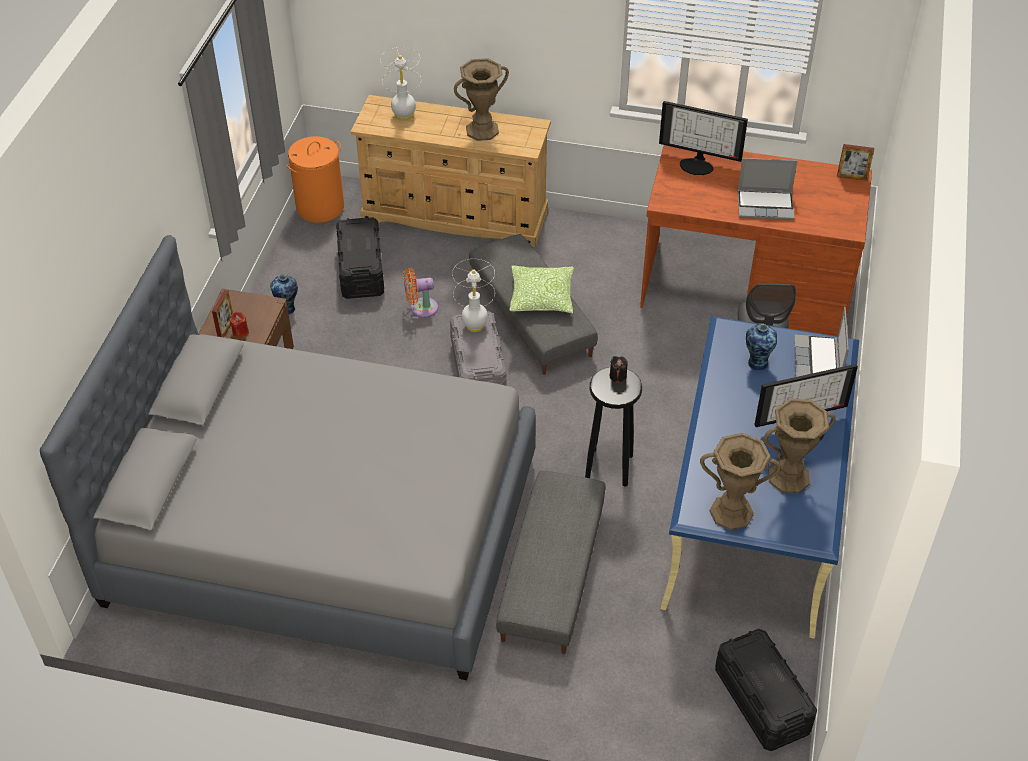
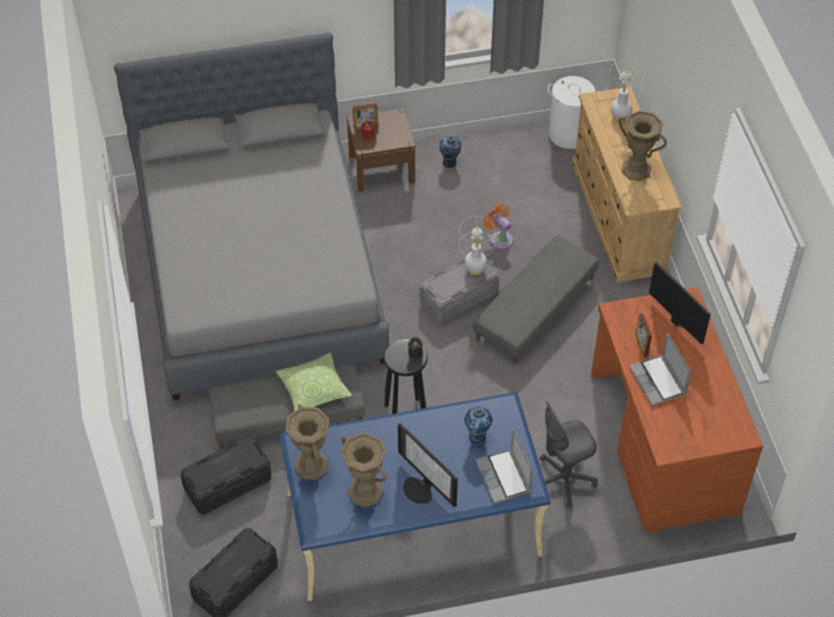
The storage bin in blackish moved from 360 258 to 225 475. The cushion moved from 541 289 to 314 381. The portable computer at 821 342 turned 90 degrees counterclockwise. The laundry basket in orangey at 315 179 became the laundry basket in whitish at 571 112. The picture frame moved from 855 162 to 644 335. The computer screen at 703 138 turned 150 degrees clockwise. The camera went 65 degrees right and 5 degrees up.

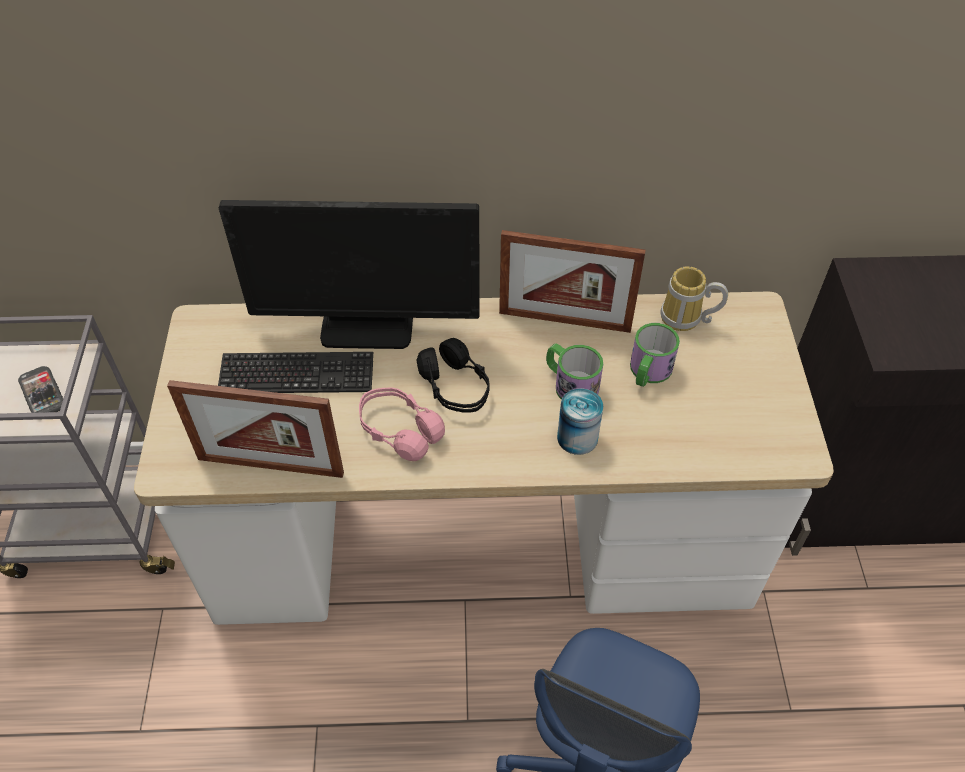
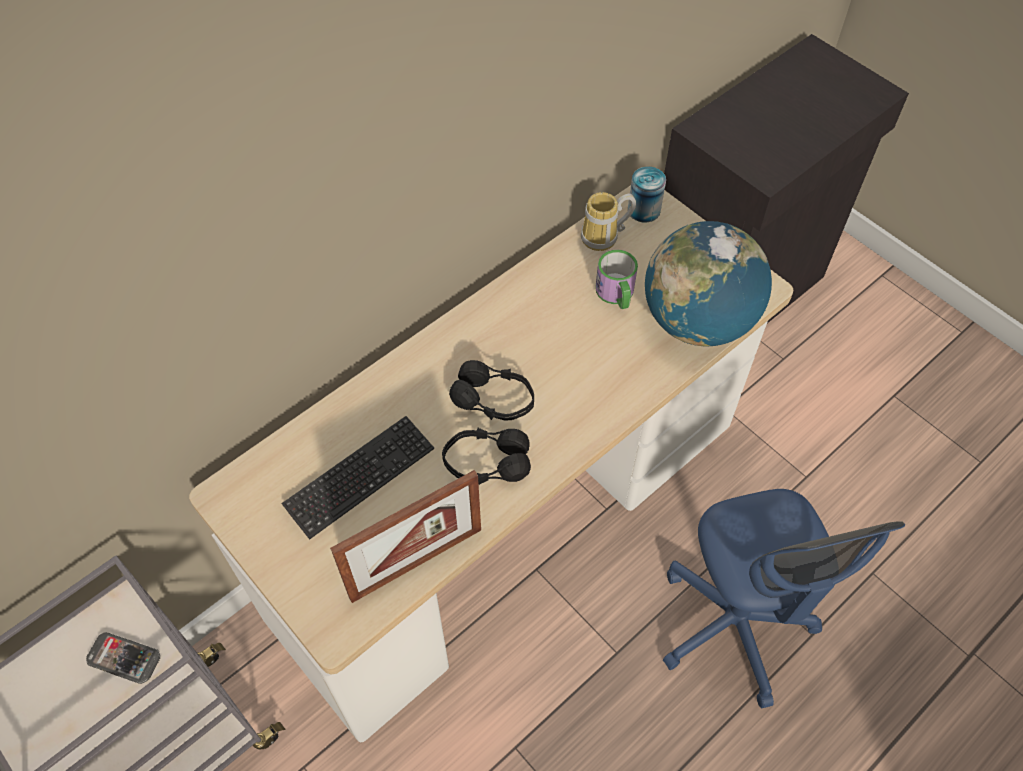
The headphones in pinkish at 402 424 became the headphones in blackish at 486 456. The sealed can moved from 580 421 to 647 194. The globe at 708 283 appeared. The computer screen at 349 274 disappeared. The picture frame at 572 281 disappeared. The mug at 574 371 disappeared. The camera went 40 degrees left and 5 degrees up.

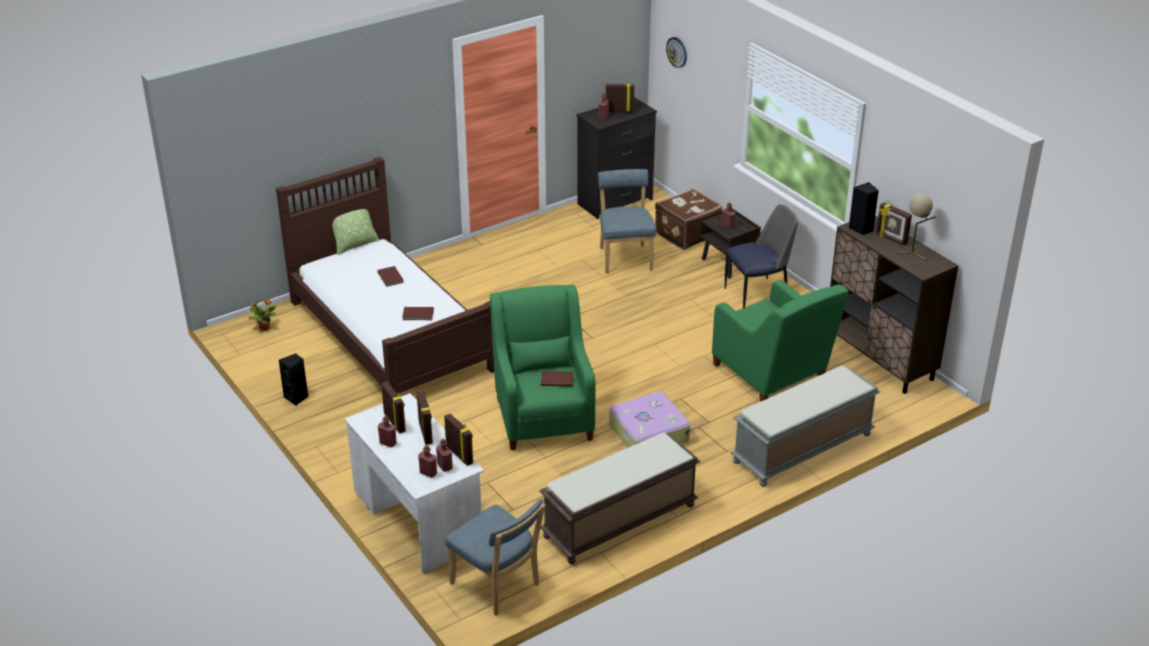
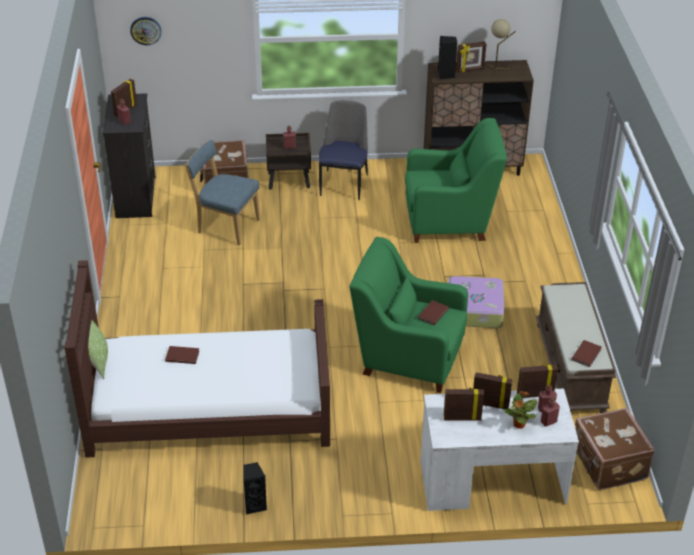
The plant in a pot moved from 262 315 to 520 410. The volume in brownish moved from 418 313 to 586 353. The upright chair in blue-coloured at 495 557 was replaced by the travel case in brownish at 615 449. The beverage bottle in red-coloured at 387 431 disappeared. The long seat in gray at 805 426 disappeared. The camera went 60 degrees left and 5 degrees up.

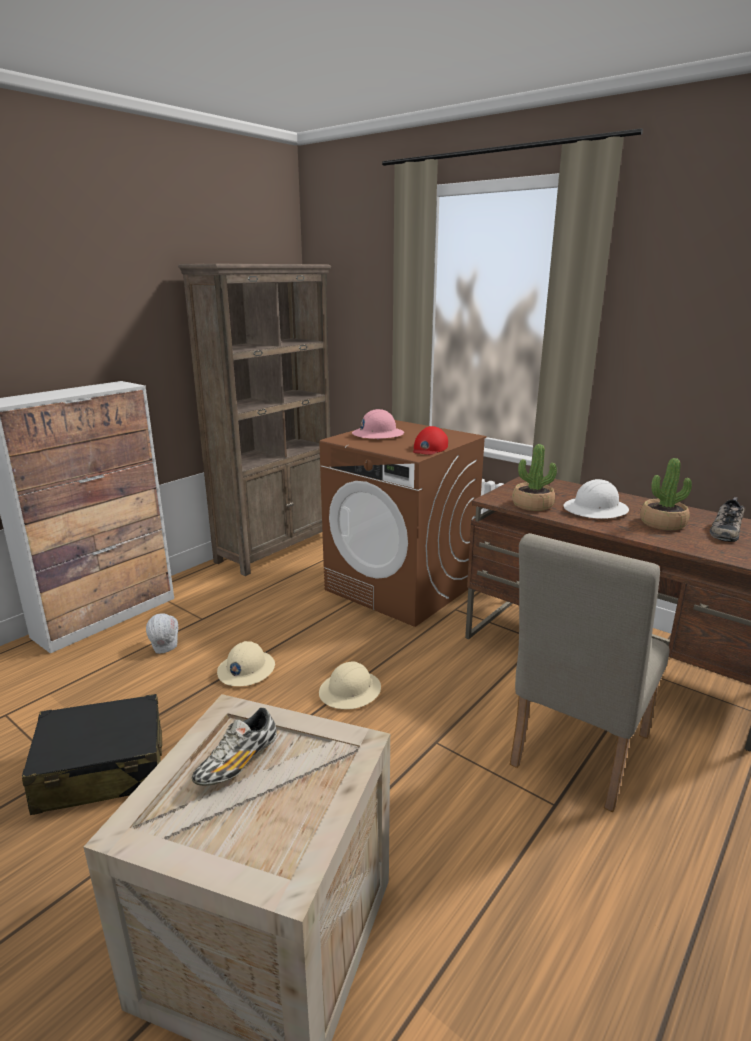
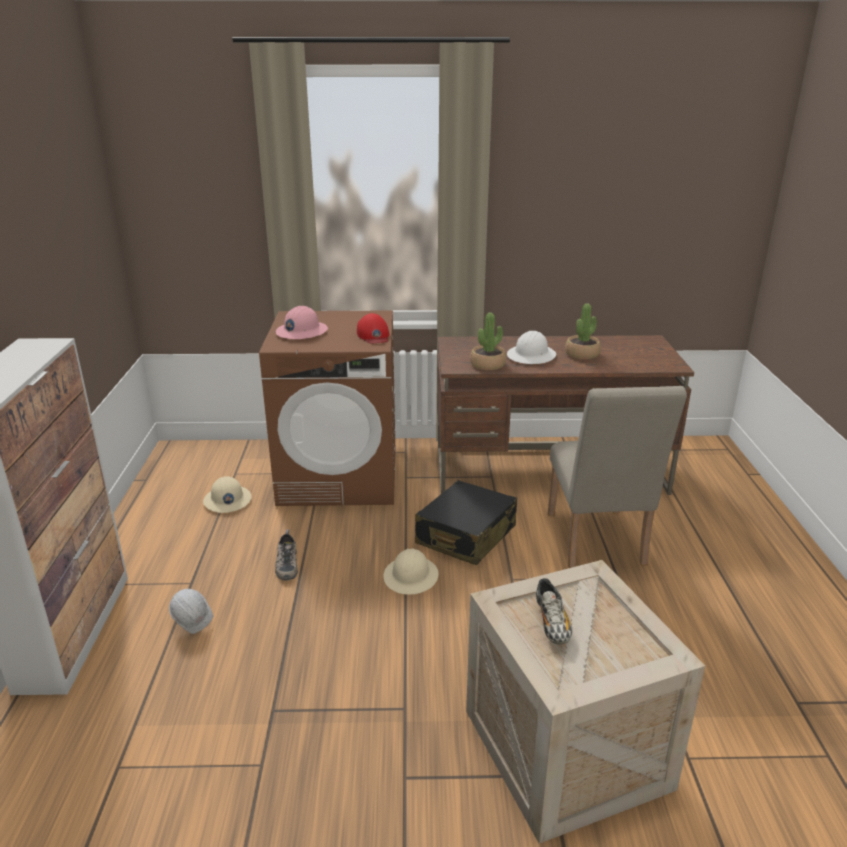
The safety helmet in sand-coloured moved from 246 663 to 227 494. The shoe moved from 727 519 to 286 555. The travel case in blackish moved from 92 754 to 466 522. The shelving unit in brownish at 254 420 disappeared. The camera went 40 degrees left and 5 degrees up.

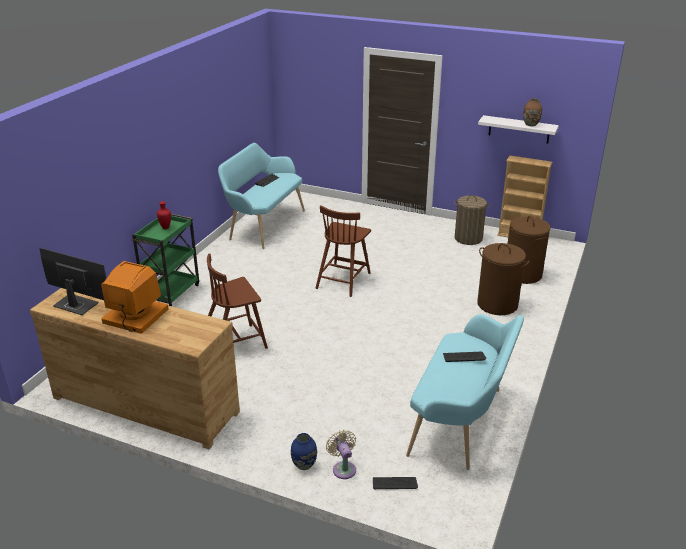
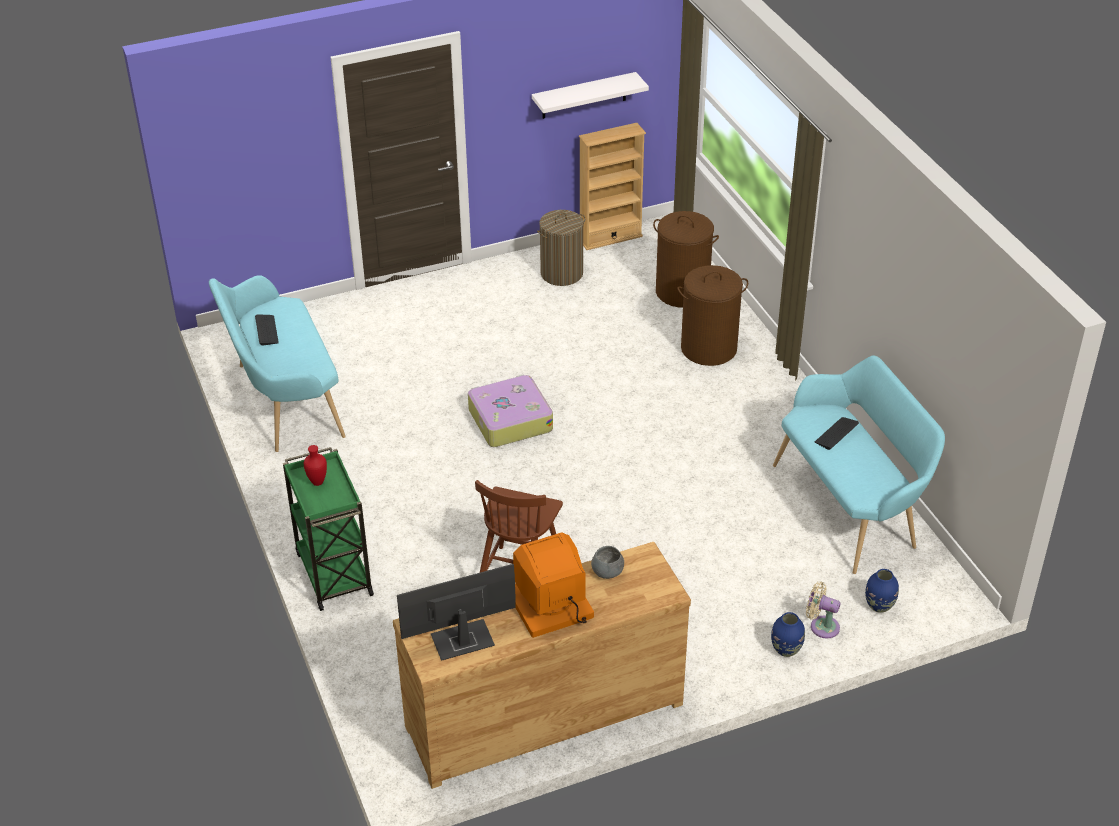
The upright chair in brownish at 343 251 was replaced by the travel case at 510 411. The bowl in gray at 607 562 appeared. The PC keyboard at 395 483 was replaced by the flower vase in blue-coloured at 882 591. The flower vase in brownish at 532 112 disappeared. The camera went 45 degrees left and 10 degrees up.

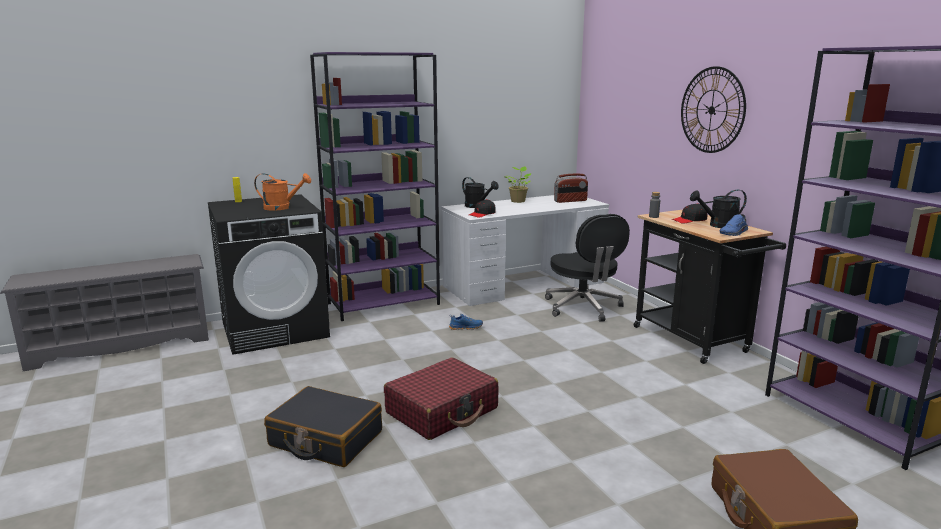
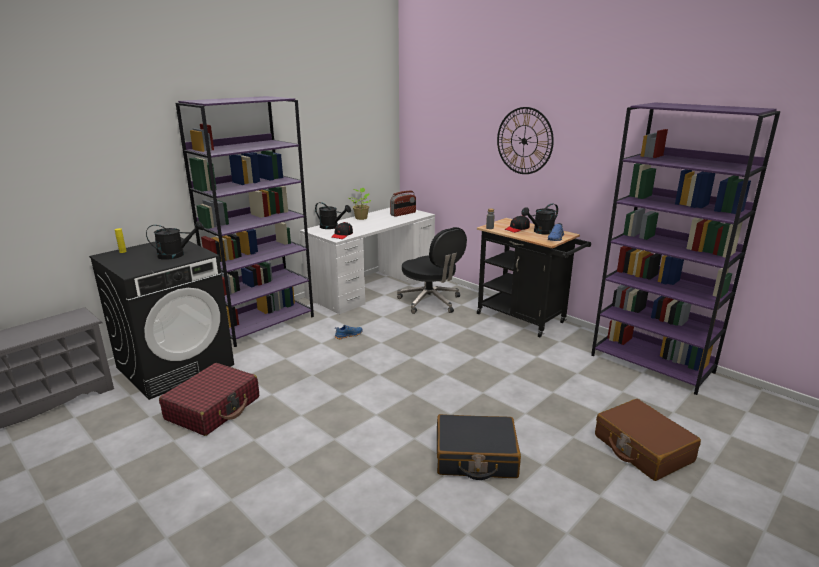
The sprinkling can in orangey at 282 192 became the sprinkling can in blackish at 175 240. The travel case in red-coloured moved from 441 399 to 209 399. The travel case in blackish moved from 323 426 to 479 447. The camera went 20 degrees left and 5 degrees up.

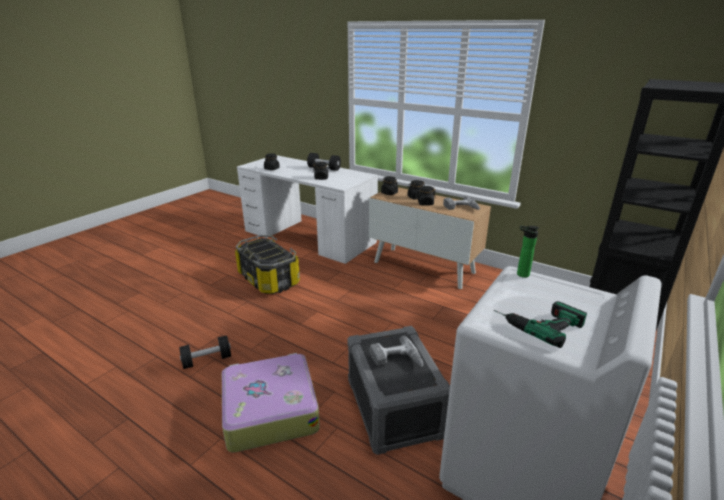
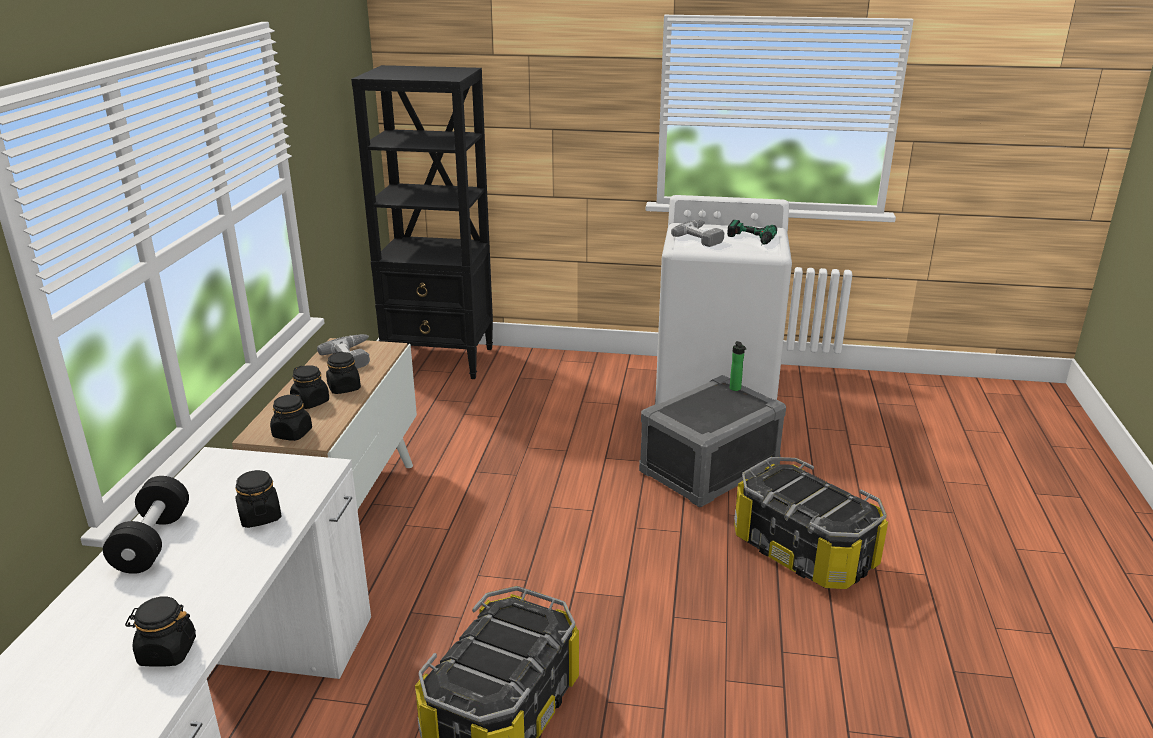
The drill moved from 396 351 to 698 233. The beverage bottle moved from 528 251 to 738 366. The travel case at 271 403 was replaced by the storage bin at 811 523. The hand weight in blackish at 205 352 disappeared. The camera went 115 degrees left and 0 degrees up.

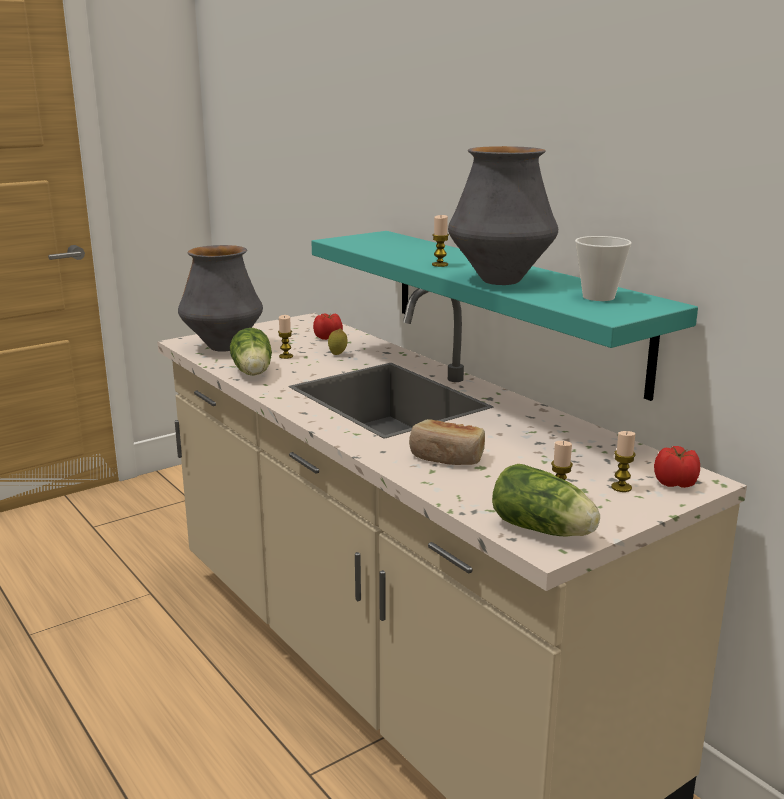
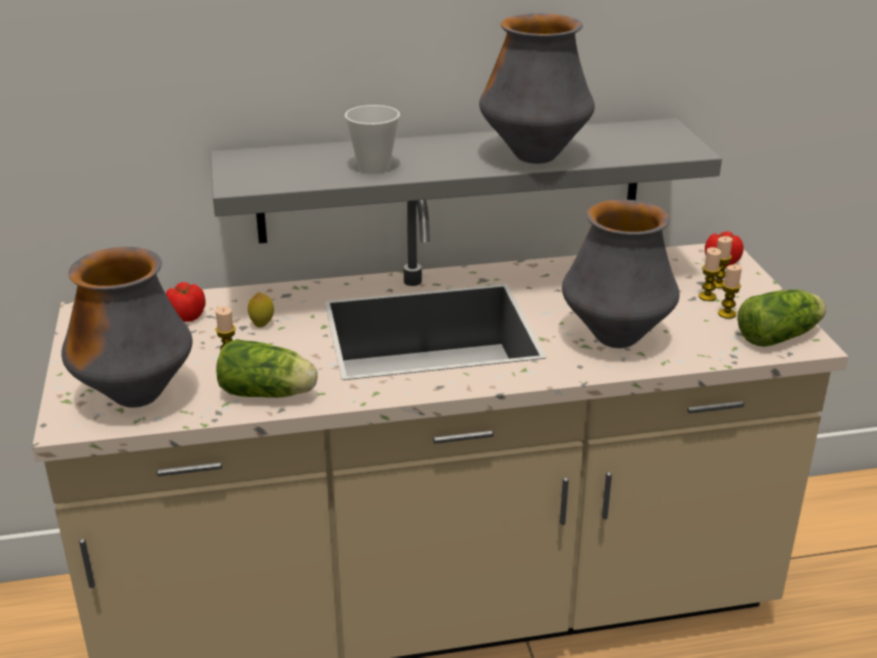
The shelf in blue-green at 504 316 became the shelf in gray at 466 180. The drinking cup moved from 603 268 to 372 139. The bread at 447 442 was replaced by the flower vase at 621 274. The candle moved from 440 241 to 710 274. The camera went 65 degrees left and 10 degrees up.

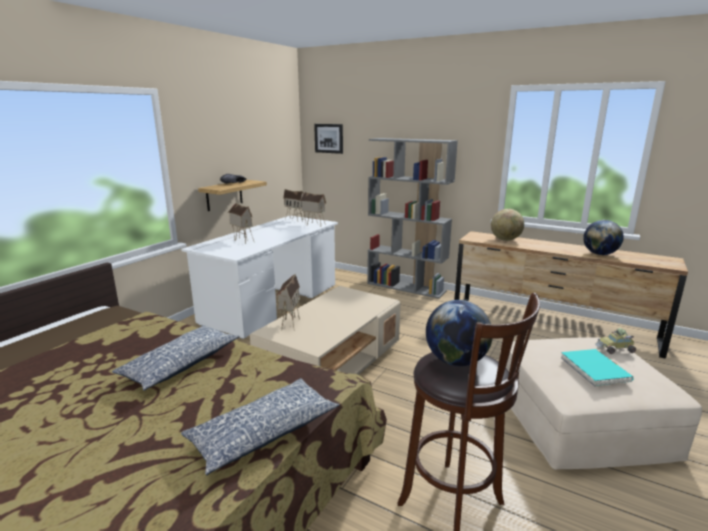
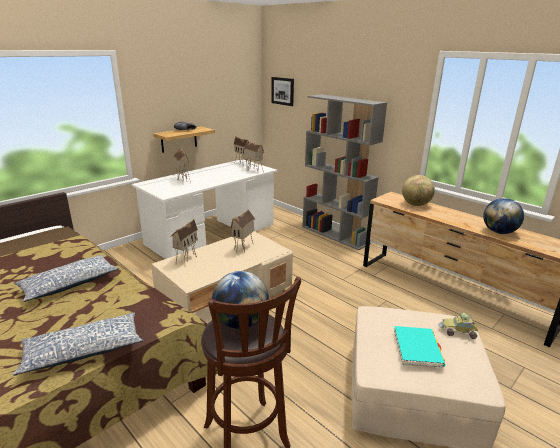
The miniature house at 242 230 appeared. The camera went 15 degrees right and 5 degrees up.

